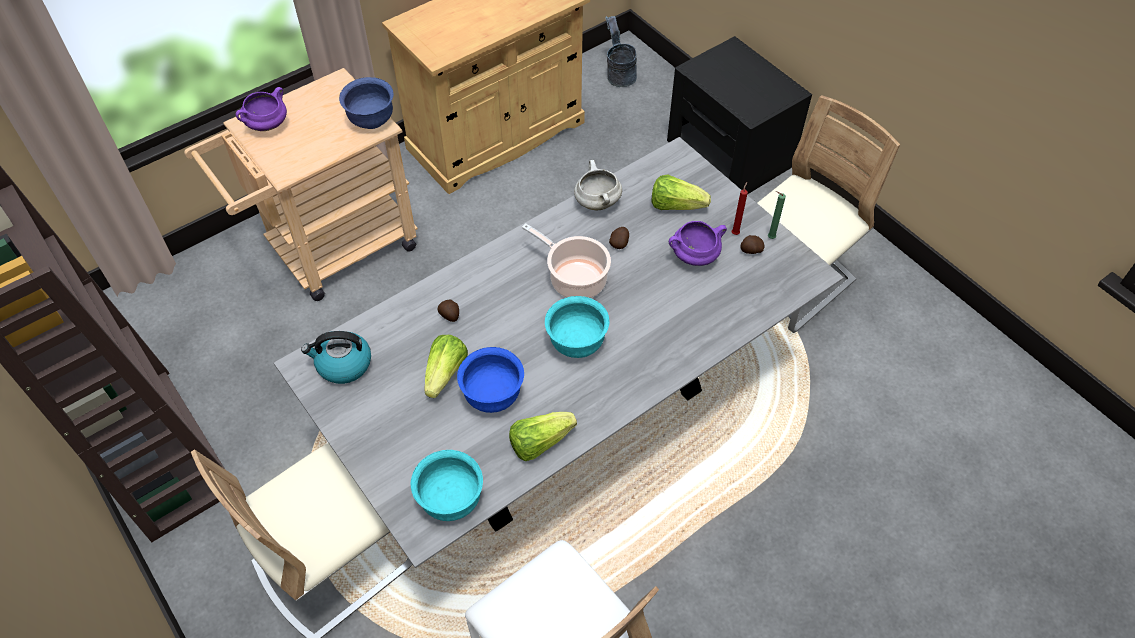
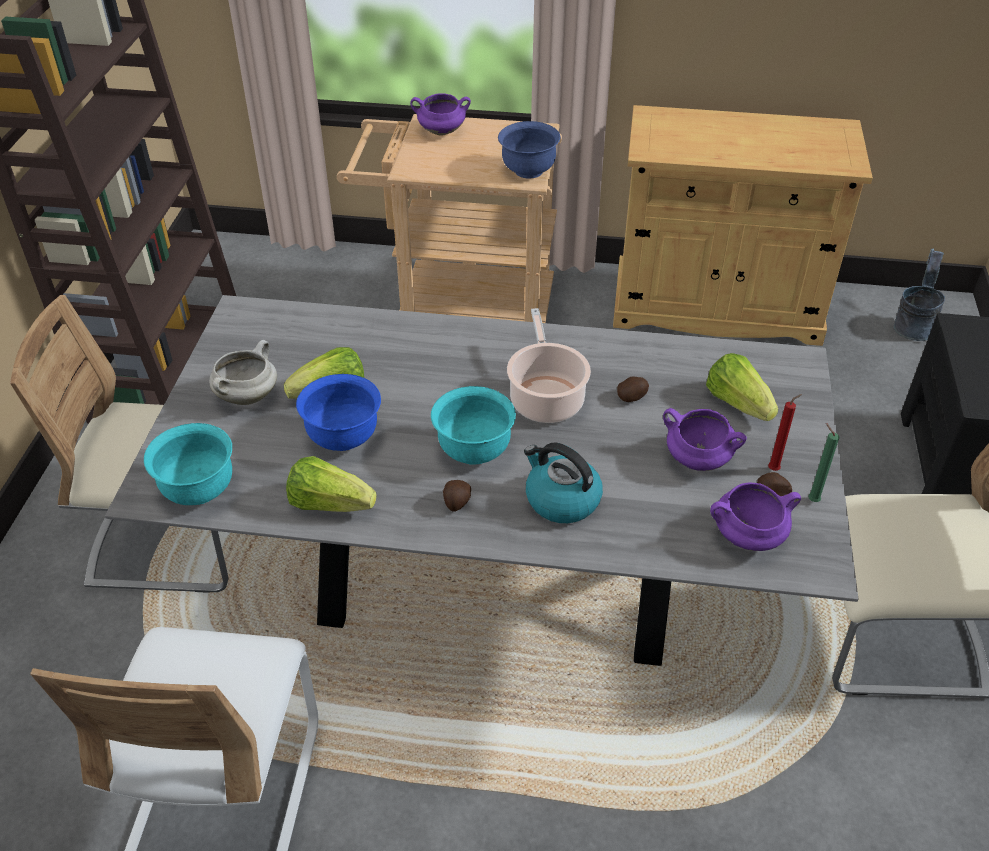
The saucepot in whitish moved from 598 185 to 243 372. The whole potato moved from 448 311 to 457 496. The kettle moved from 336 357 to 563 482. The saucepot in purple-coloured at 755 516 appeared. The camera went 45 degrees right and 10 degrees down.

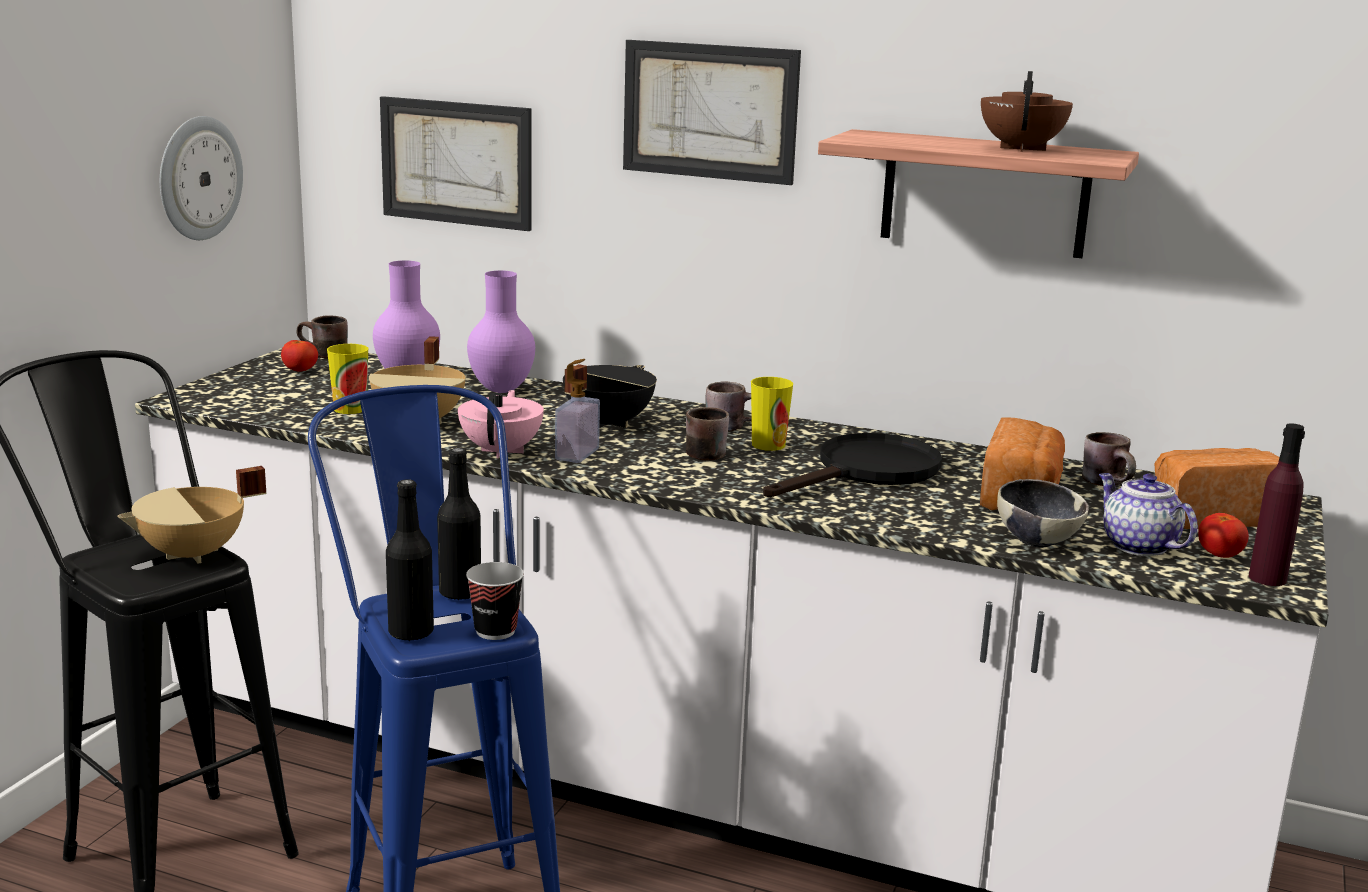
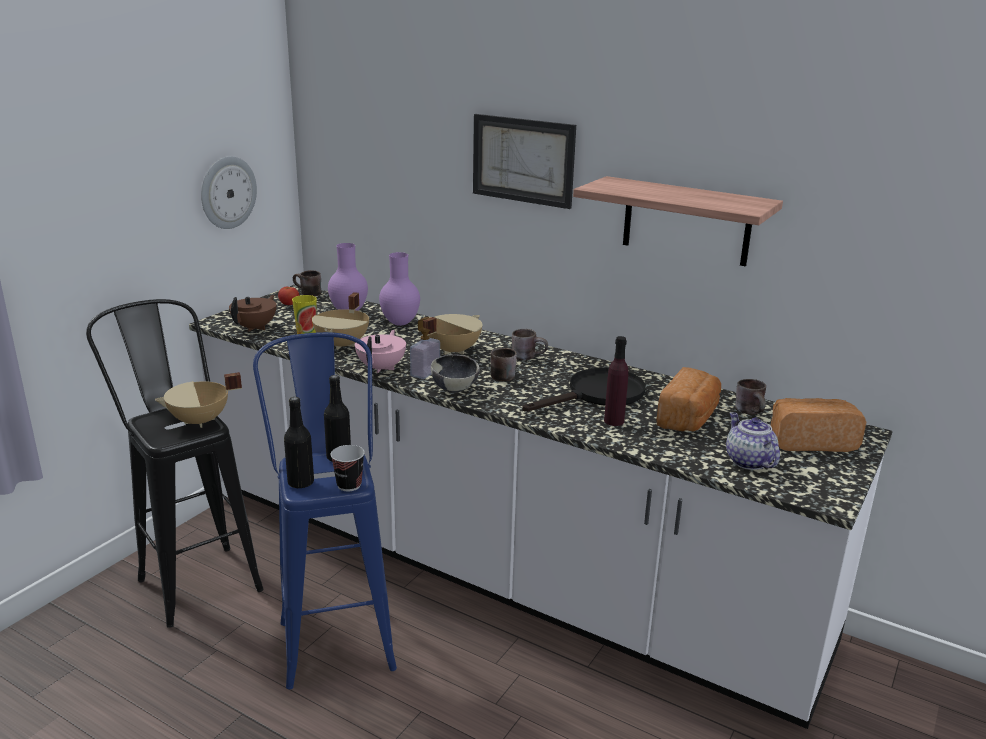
The teapot in brownish moved from 1027 111 to 252 313. The saucepot in blackish at 610 396 became the saucepot in sand-coloured at 452 334. The bowl moved from 1043 513 to 455 373. The beverage bottle in purple-coloured moved from 1277 505 to 616 381. The wall art at 456 163 disappeared. The drinking cup at 772 414 disappeared. The fresh tomato at 1223 535 disappeared. The camera went 10 degrees right and 5 degrees up.

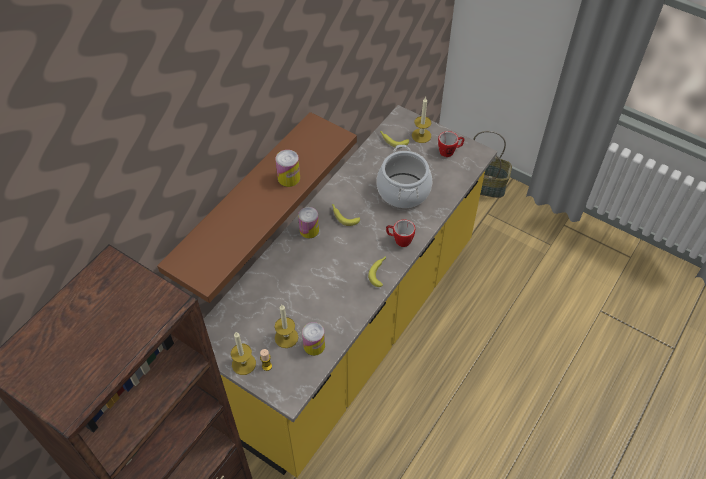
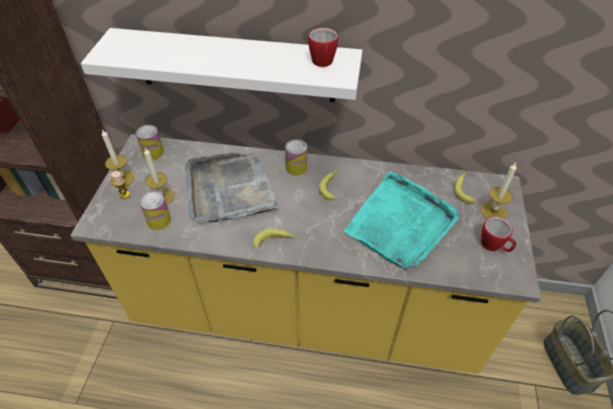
The shelf in brownish at 257 207 became the shelf in whitish at 222 65. The sealed can moved from 287 168 to 150 142. The serving tray in gray at 232 187 appeared. The mug moved from 400 233 to 323 46. The saucepot at 404 176 was replaced by the serving tray in blue-green at 401 220. The camera went 65 degrees right and 5 degrees down.

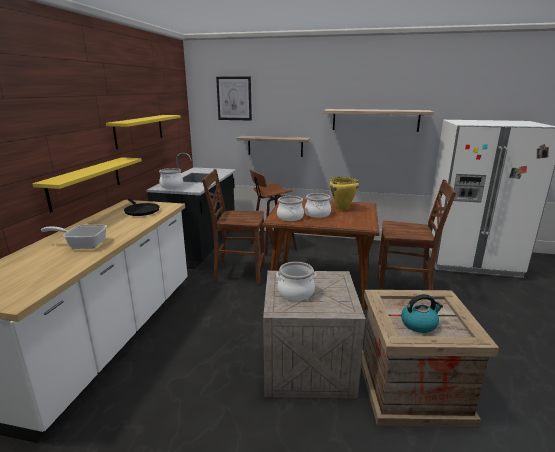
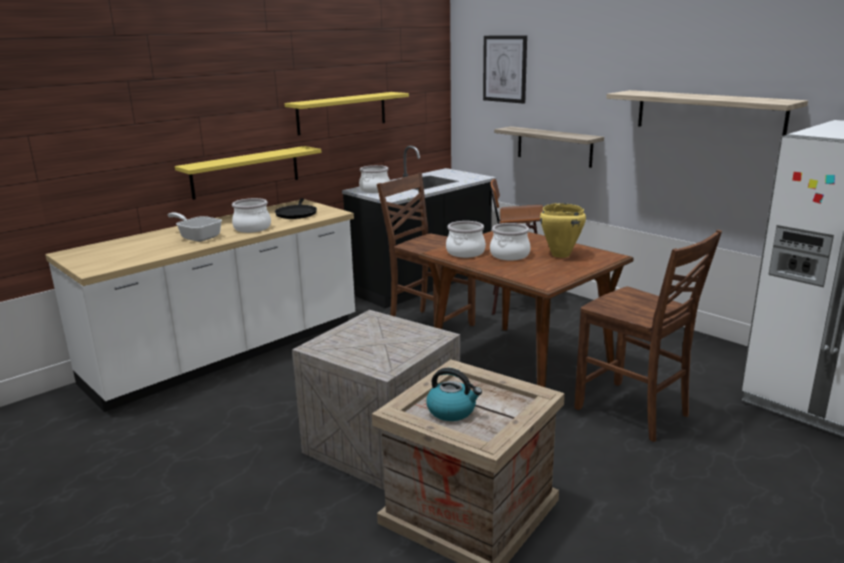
The saucepot moved from 296 281 to 251 215. The camera went 35 degrees right and 0 degrees up.

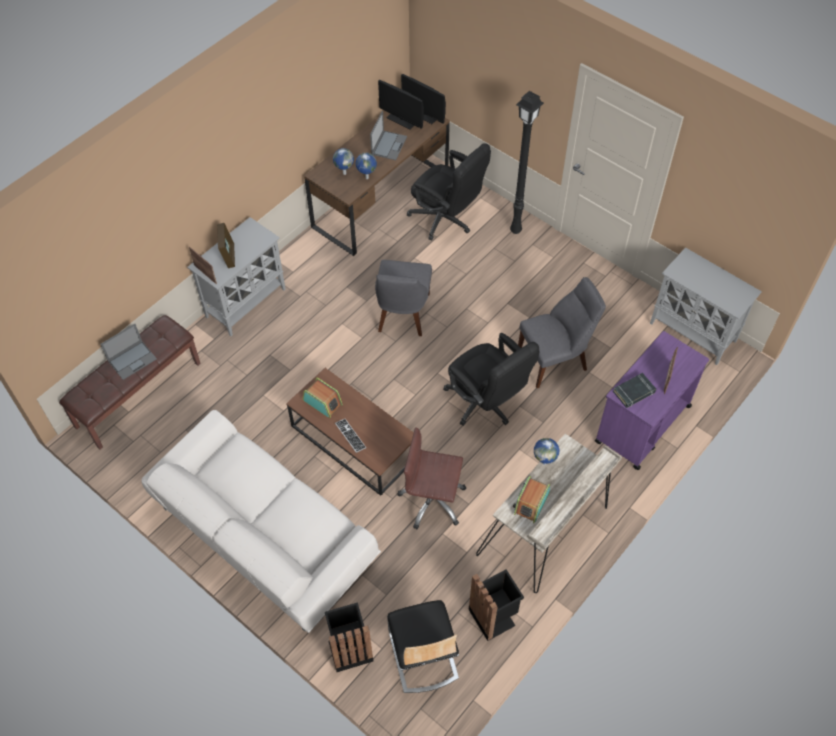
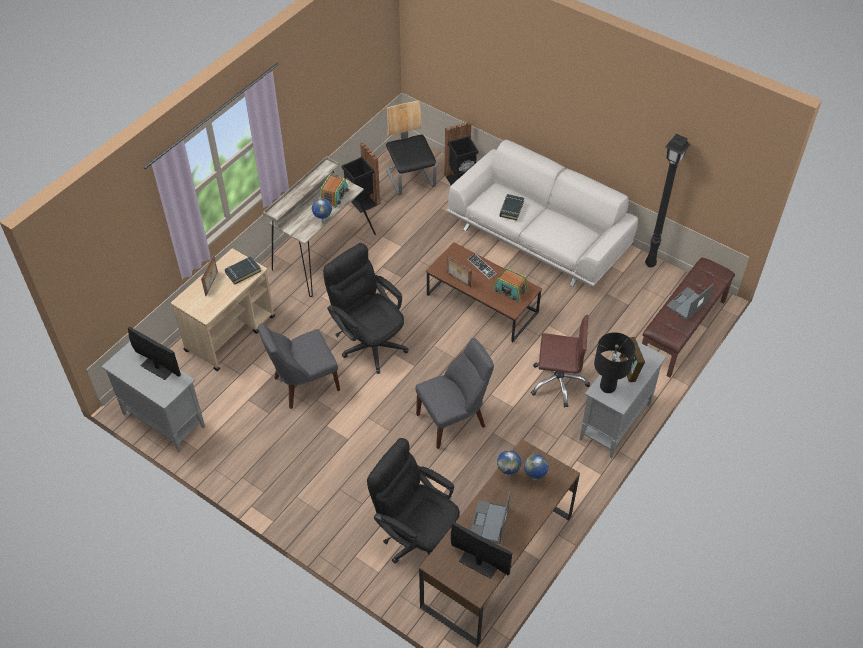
The computer screen moved from 423 99 to 154 353. The cart in purple-coloured at 652 400 became the cart in sand-coloured at 223 309. The upright chair in gray at 403 298 turned 60 degrees clockwise. The picture frame moved from 203 265 to 459 271. The volume in blackish at 512 207 appeared. The desk chair in brownish moved from 431 478 to 560 361. The lamp for a table in blackish at 614 362 appeared. The standard lamp in blackish moved from 527 162 to 668 201. The camera went 175 degrees right and 5 degrees down.

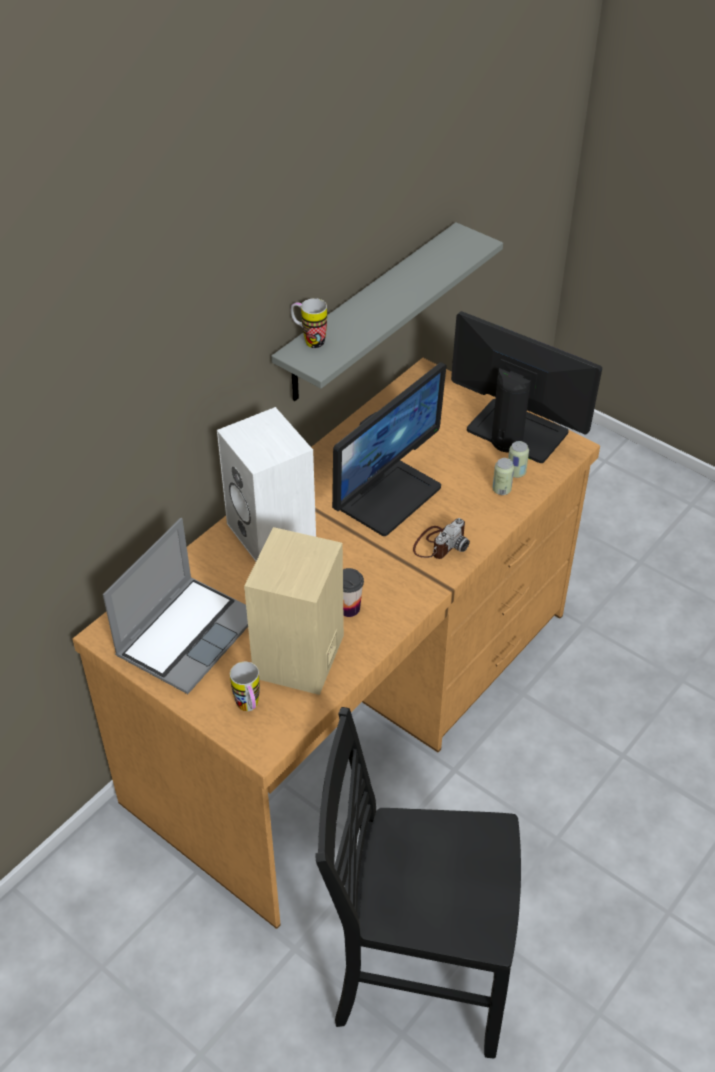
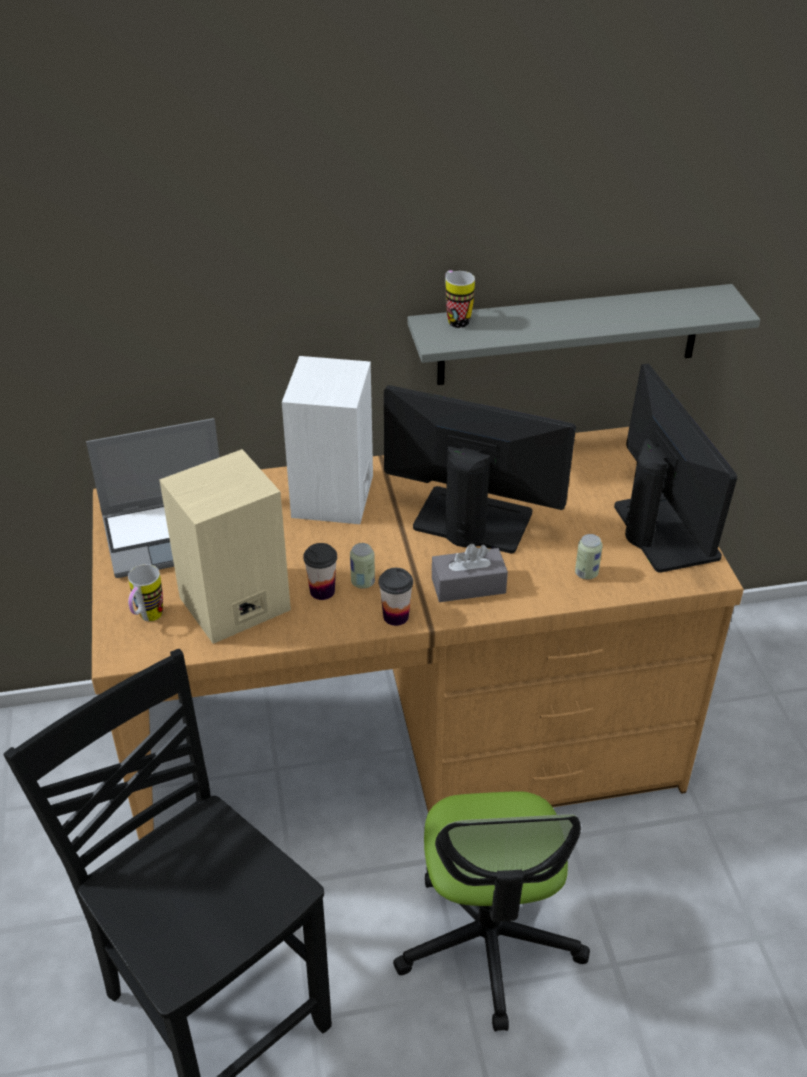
The sealed can moved from 518 459 to 362 566. The drinking cup at 395 597 appeared. The computer screen at 389 449 turned 150 degrees counterclockwise. The desk chair at 491 911 appeared. The photo camera at 441 538 was replaced by the tissue holder in gray at 470 572. The camera went 40 degrees right and 5 degrees down.

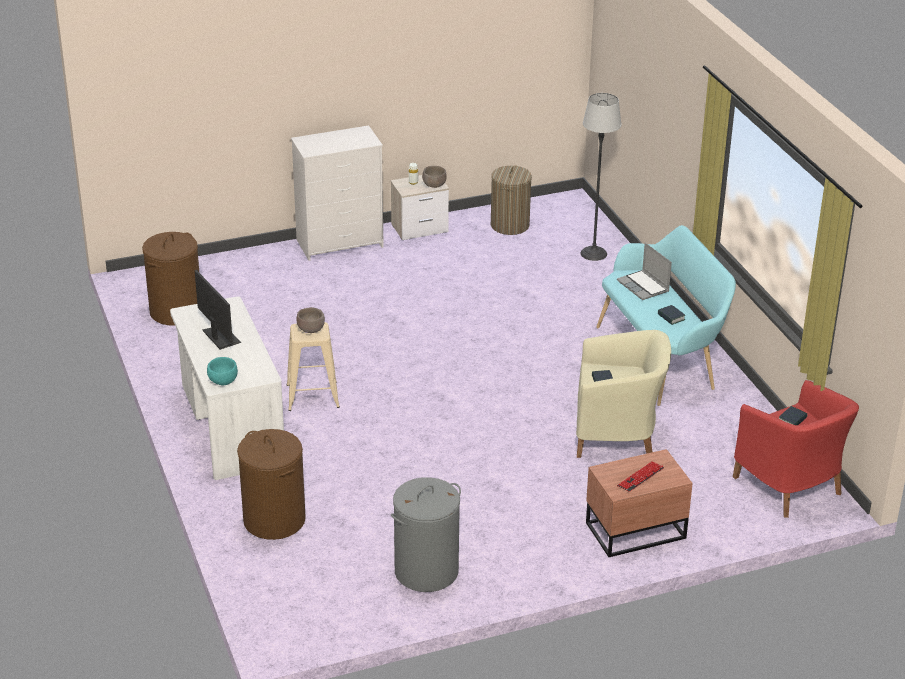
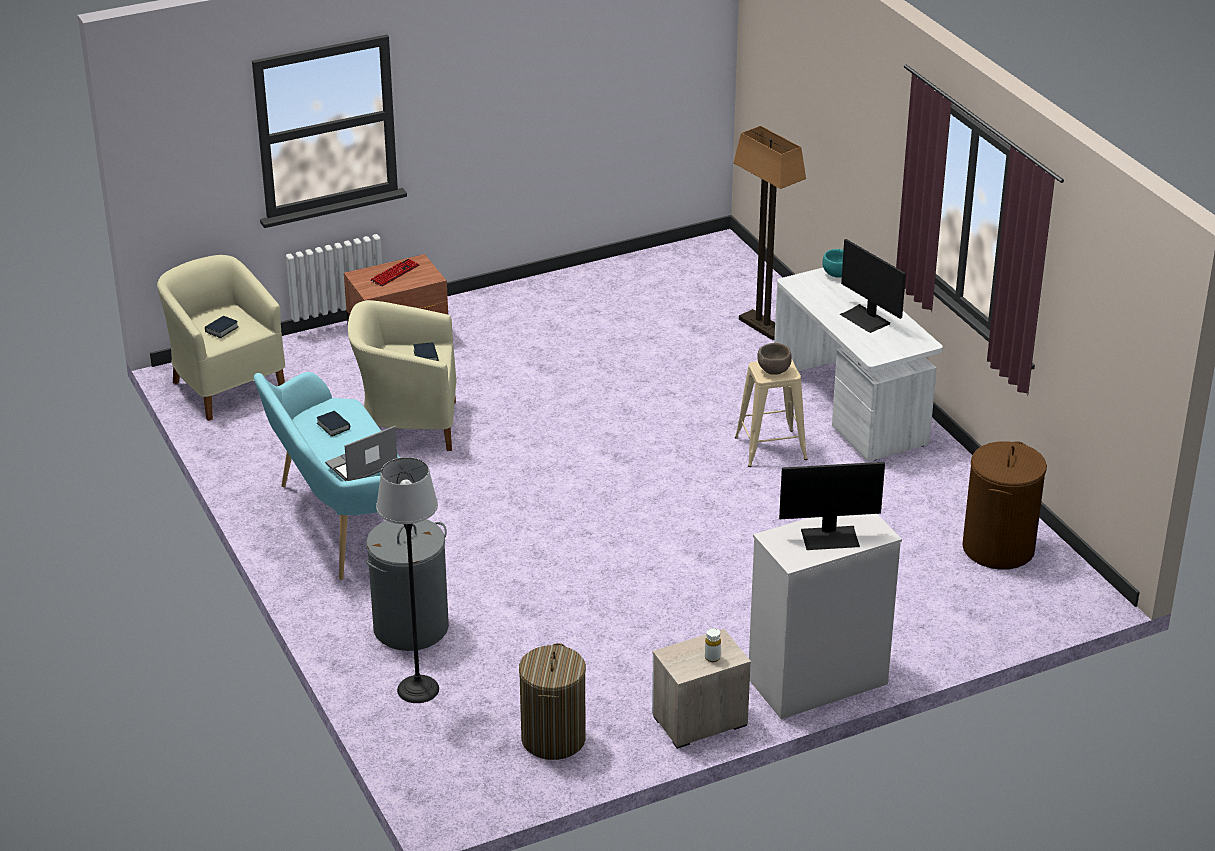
The easy chair in red-coloured at 796 449 became the easy chair in sand-coloured at 221 338. The portable computer at 644 271 turned 90 degrees counterclockwise. The laundry basket in gray moved from 426 534 to 407 585. The laundry basket in brownish at 271 484 was replaced by the standard lamp at 770 233. The computer screen at 832 506 appeared. The bowl in brownish at 434 177 disappeared. The camera went 175 degrees right and 0 degrees up.

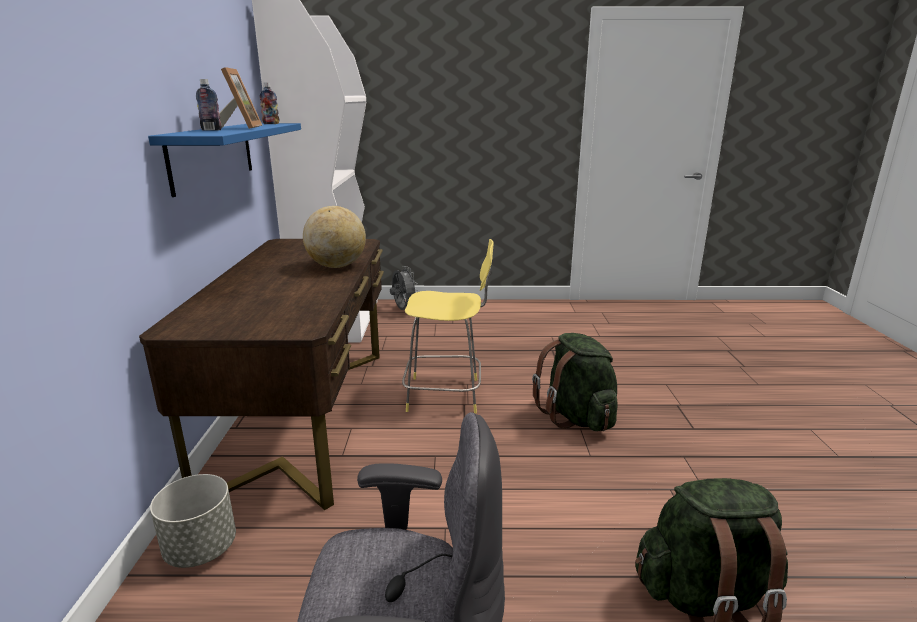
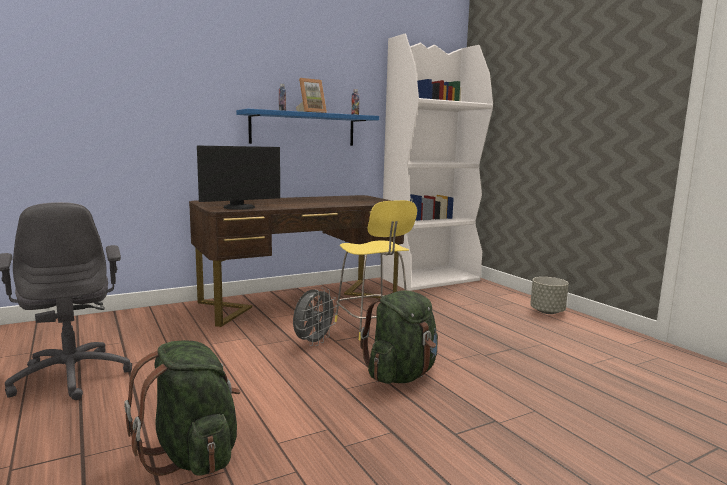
The computer screen at 238 178 appeared. The electric fan in gray moved from 404 288 to 315 317. The planter in gray moved from 193 521 to 549 295. The globe at 334 237 disappeared. The camera went 60 degrees right and 10 degrees down.

